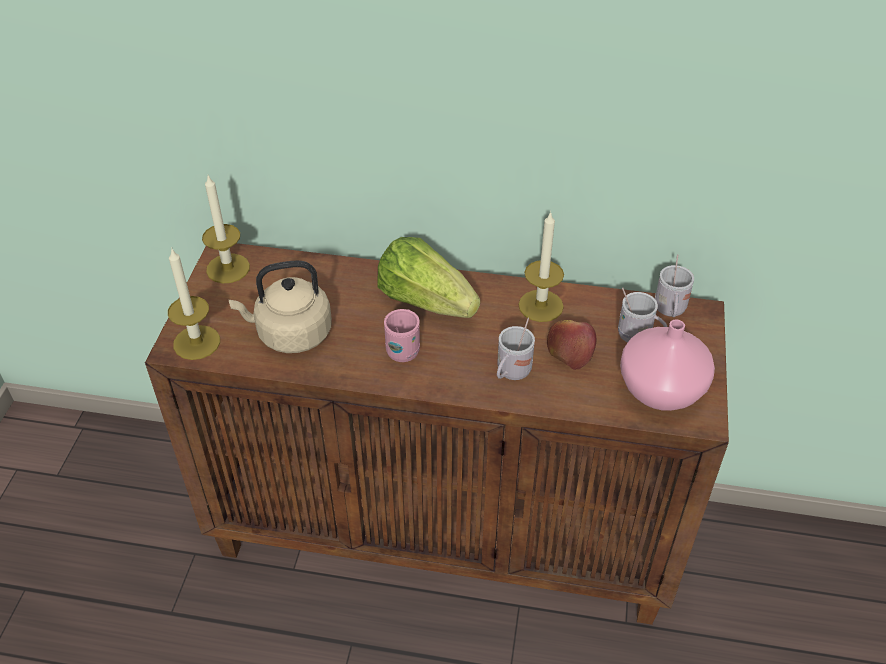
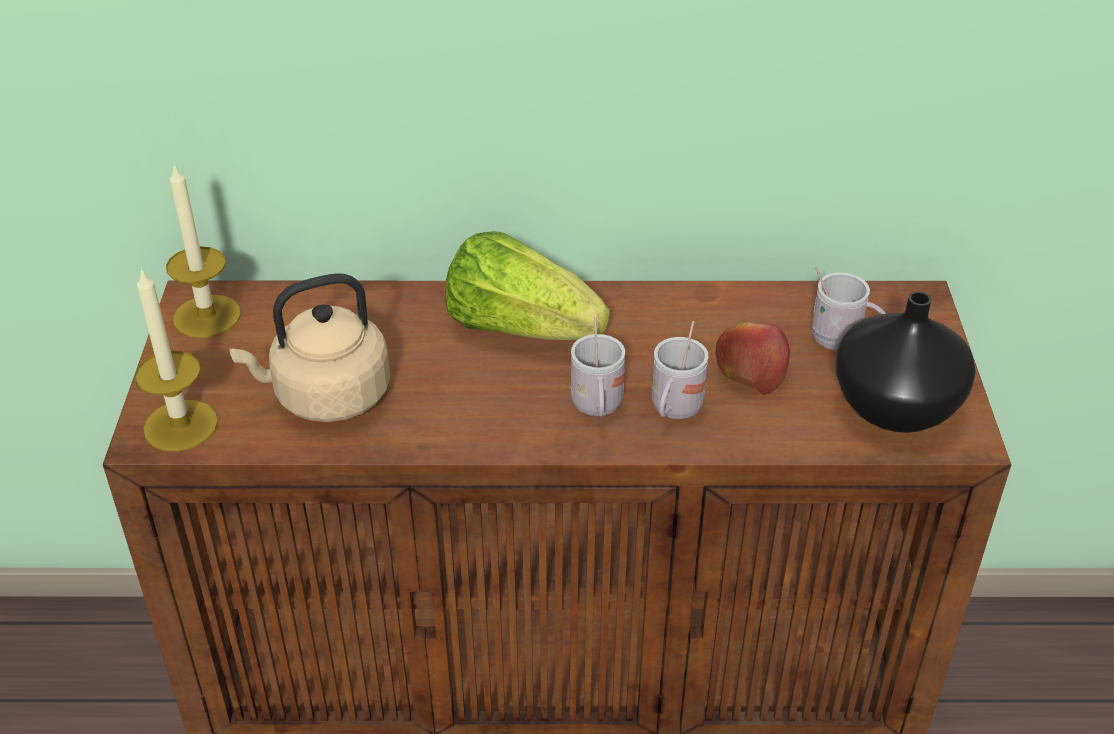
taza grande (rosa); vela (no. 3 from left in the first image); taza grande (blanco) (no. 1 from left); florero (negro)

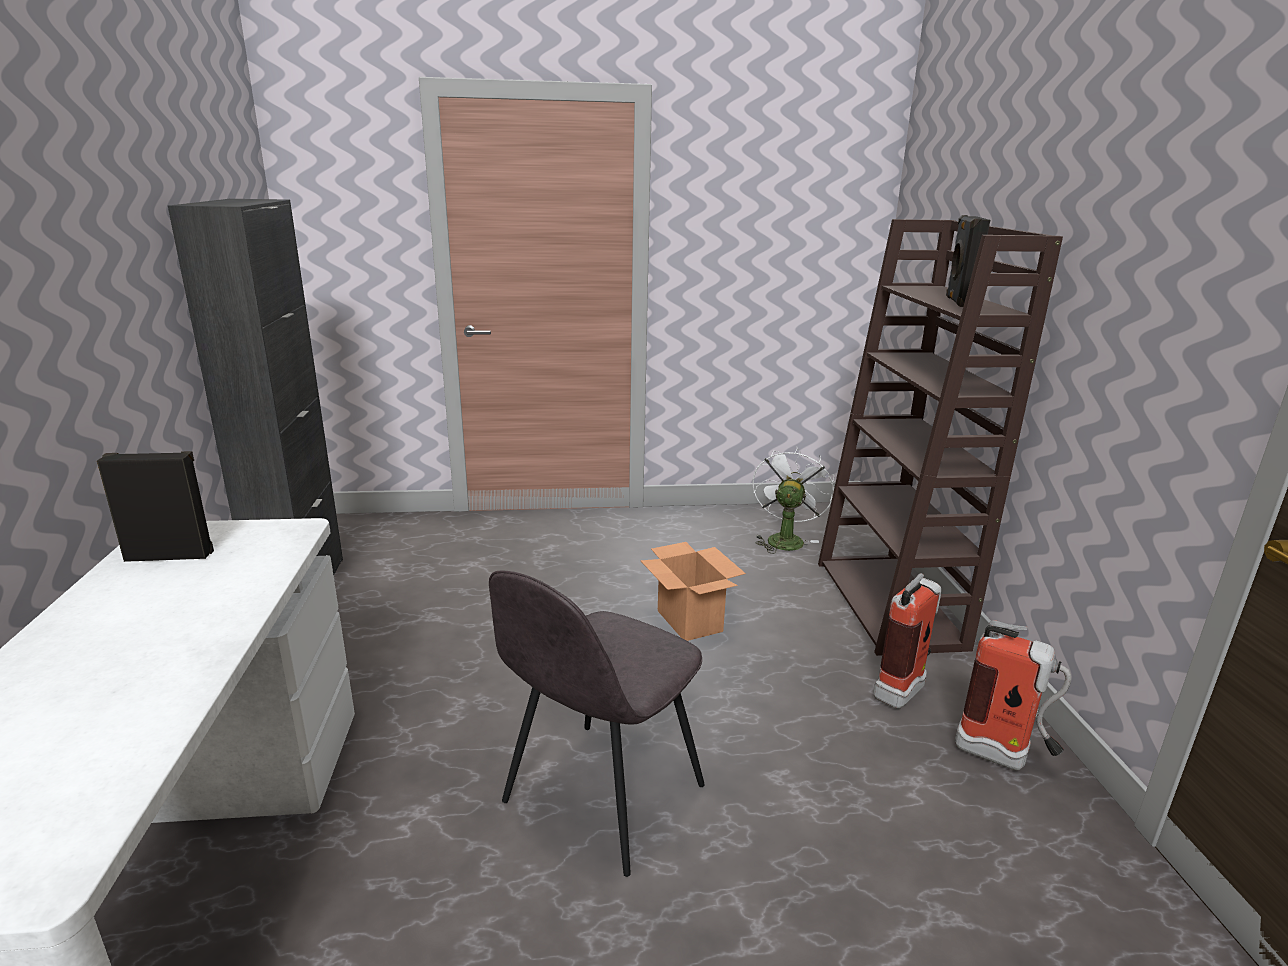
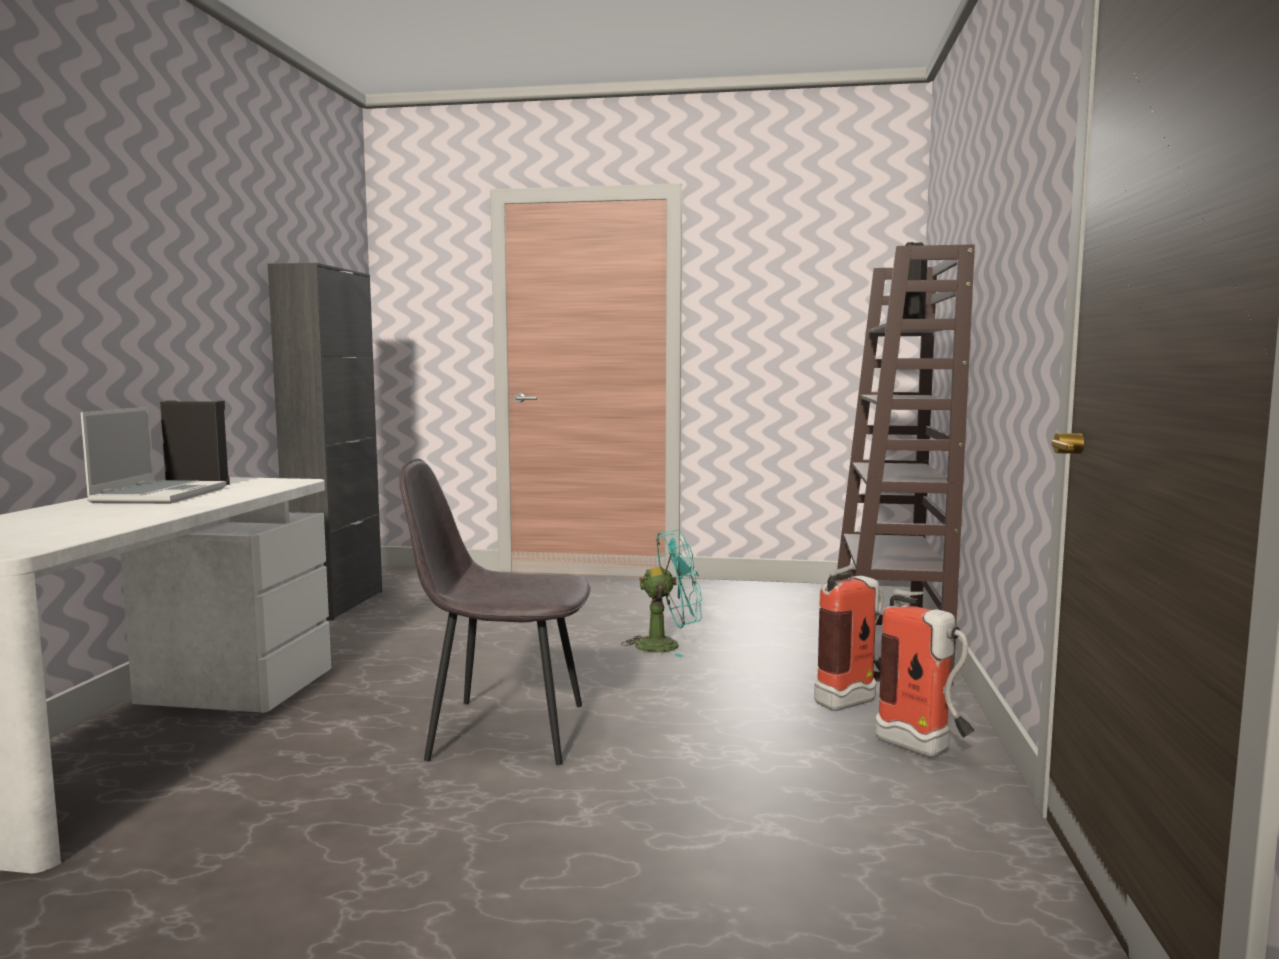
ventilador (blanco); portátil; ventilador (turquesa); silla (gris)

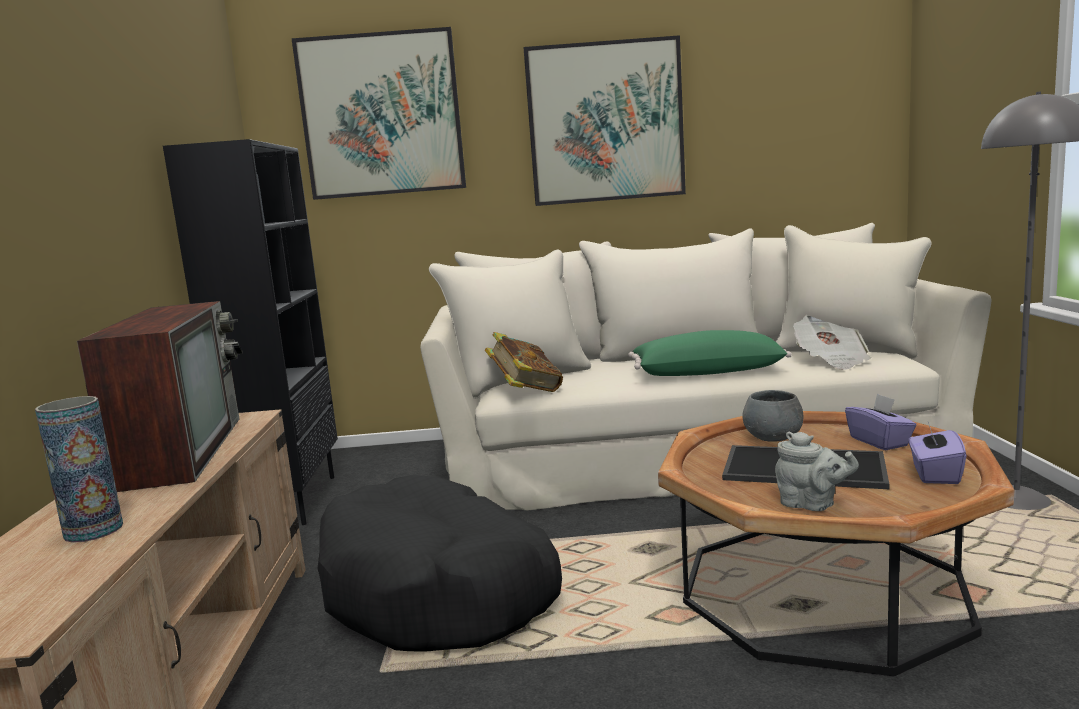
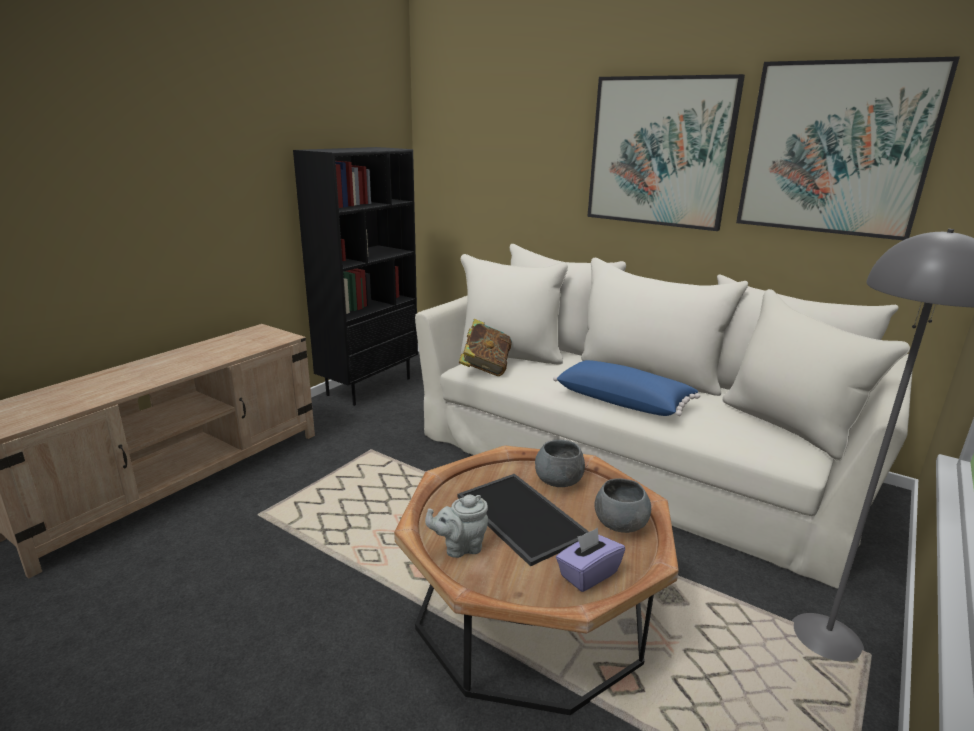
florero; televisor; cama para perro (negro); periódico; cuadro (no. 2 from left); cuenco (gris) (no. 2 from left); cojín (azul); tetera (gris)

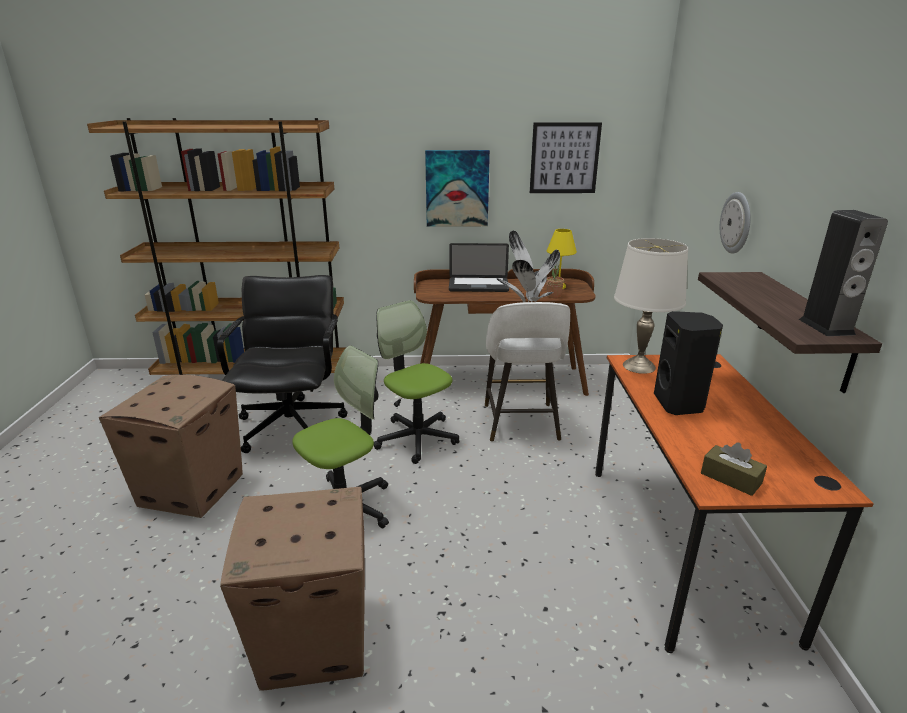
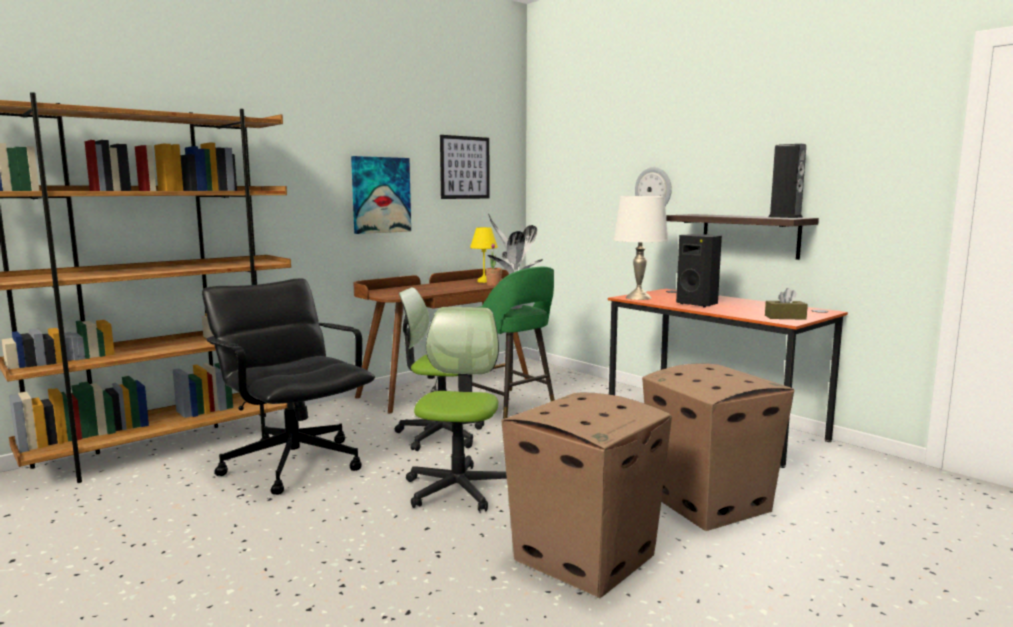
portátil; caja de cartón (no. 2 from left); taburete (verde)

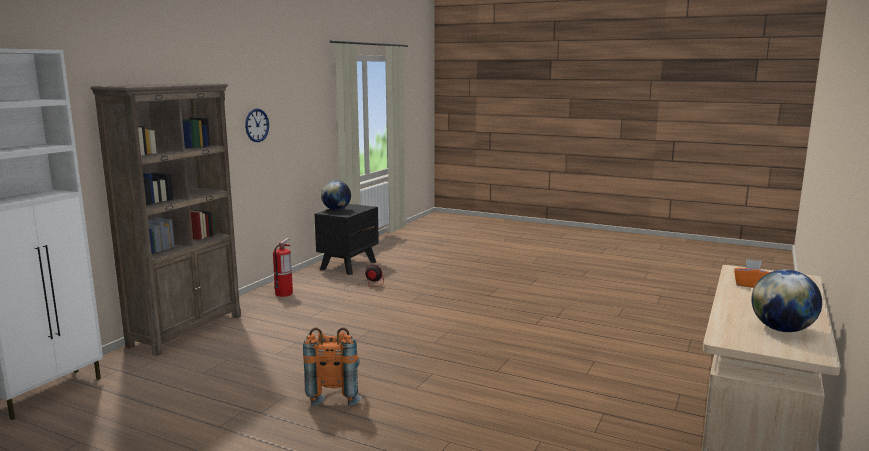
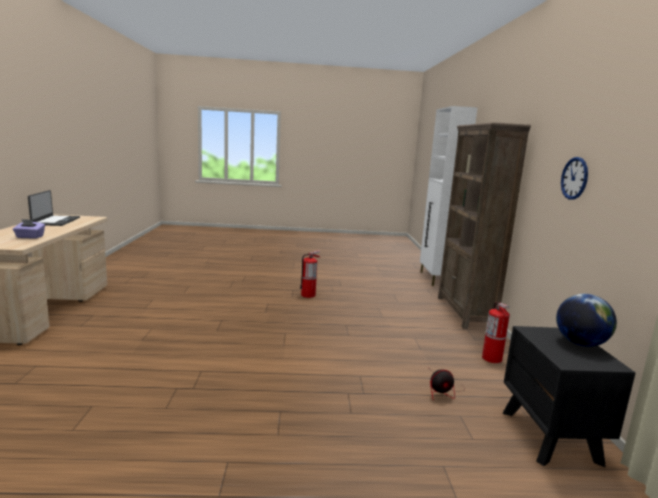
extintor (no. 1 from left); portátil; caja de pañuelos (morado)

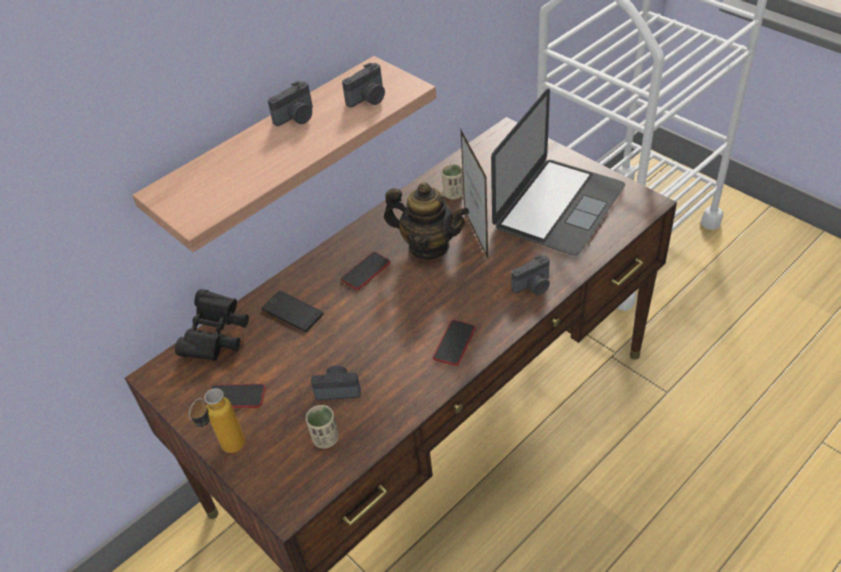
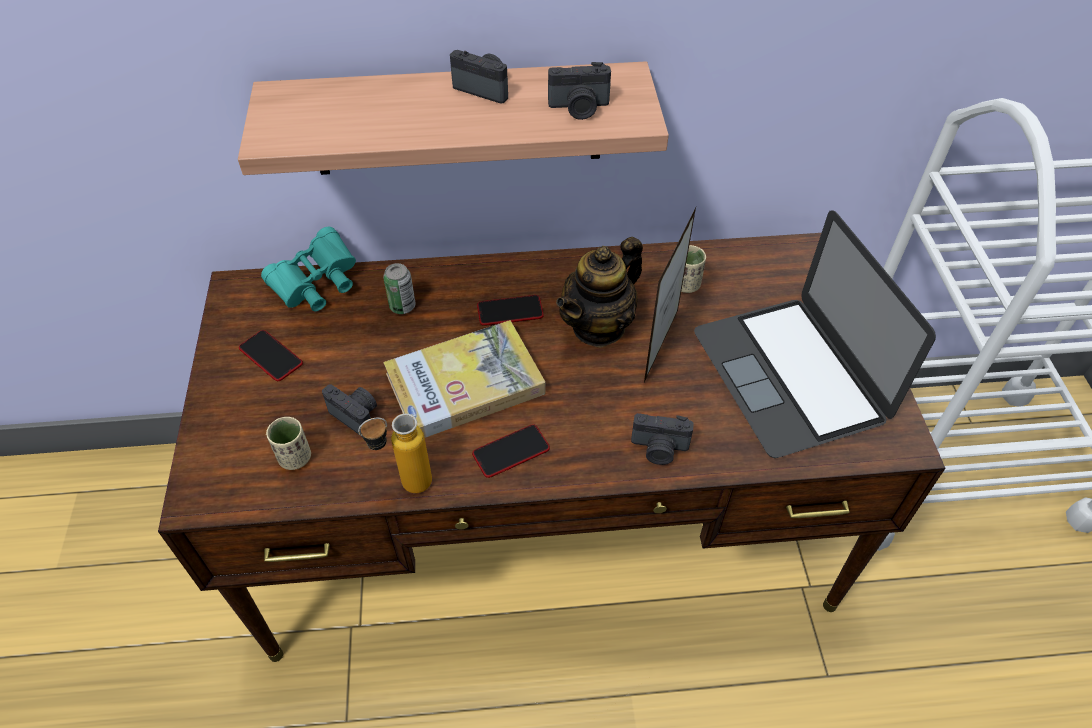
libro; botella; lata; prismáticos (turquesa); cámara (no. 2 from left); tetera; portátil

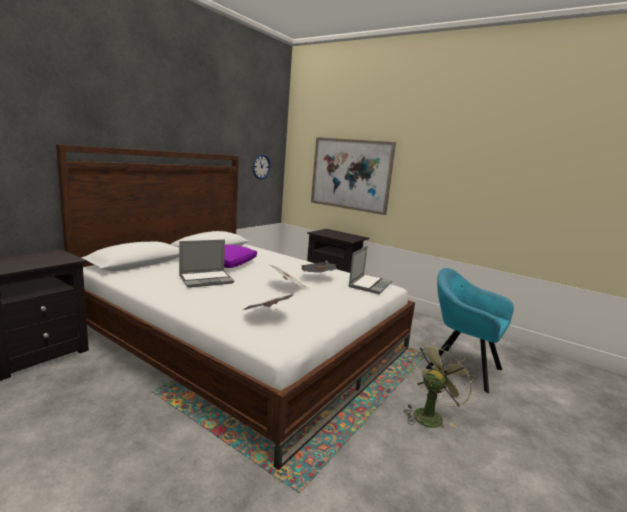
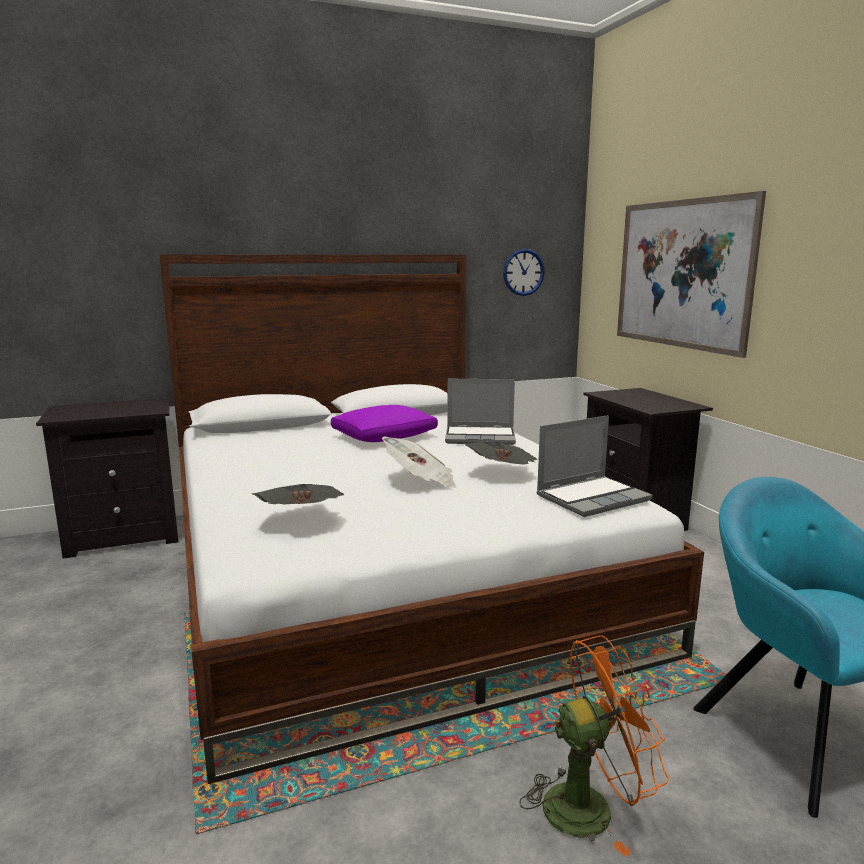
portátil (no. 1 from left); ventilador (naranja)

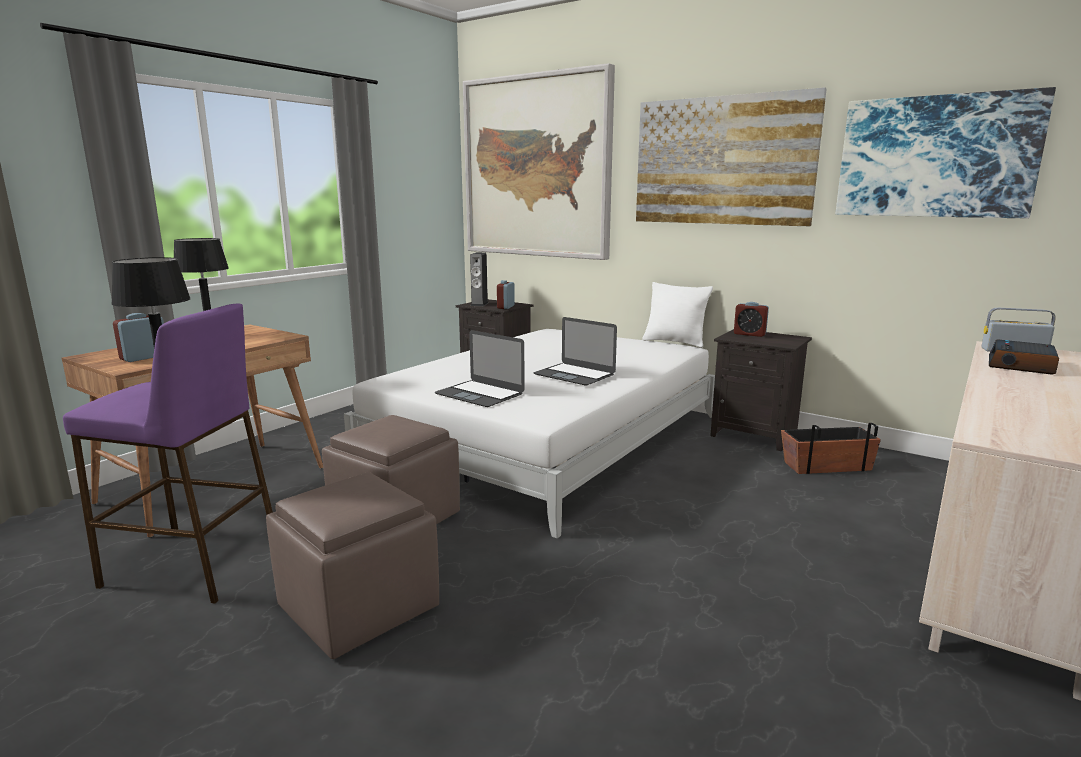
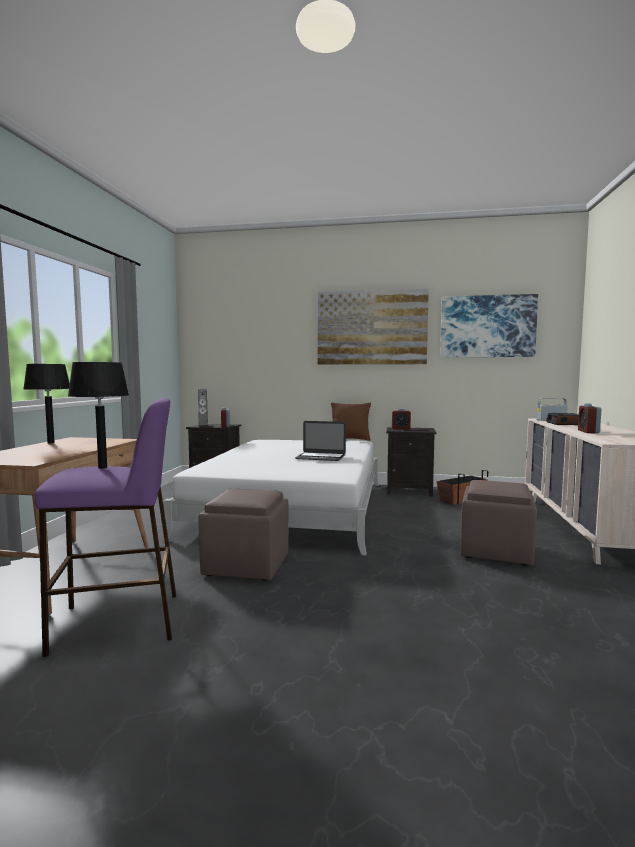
portátil (no. 1 from left in the first image); cuadro (no. 1 from left in the first image); despertador (no. 4 from left); puf (marrón) (no. 2 from left); cojín (marrón)

